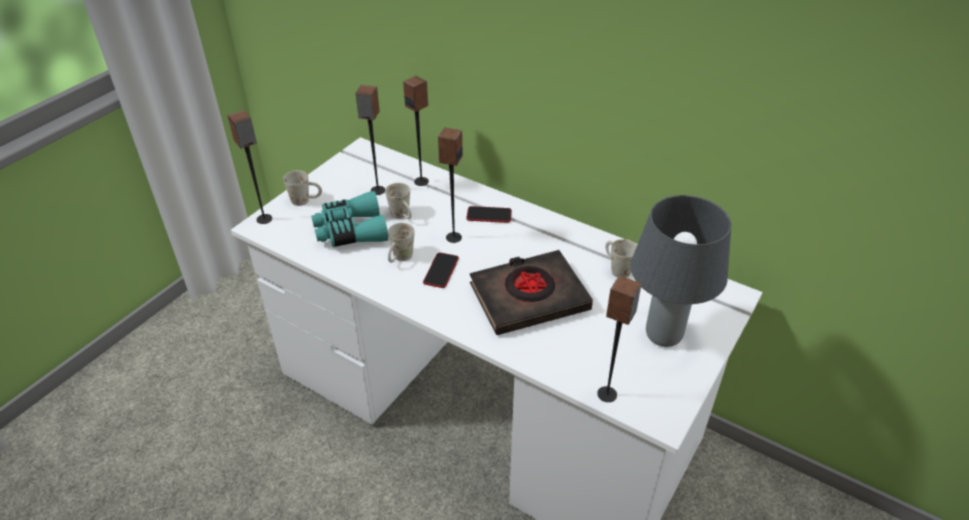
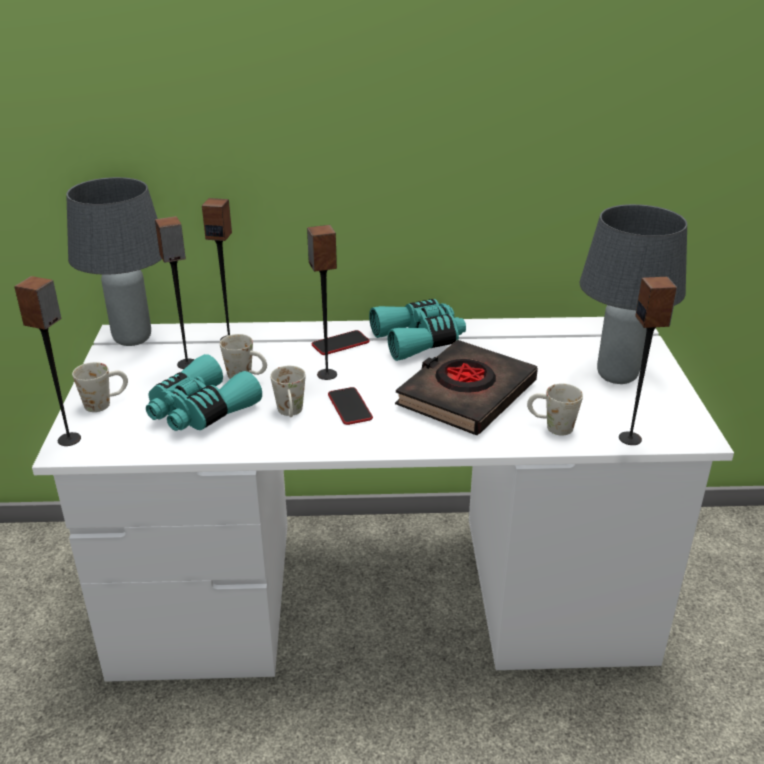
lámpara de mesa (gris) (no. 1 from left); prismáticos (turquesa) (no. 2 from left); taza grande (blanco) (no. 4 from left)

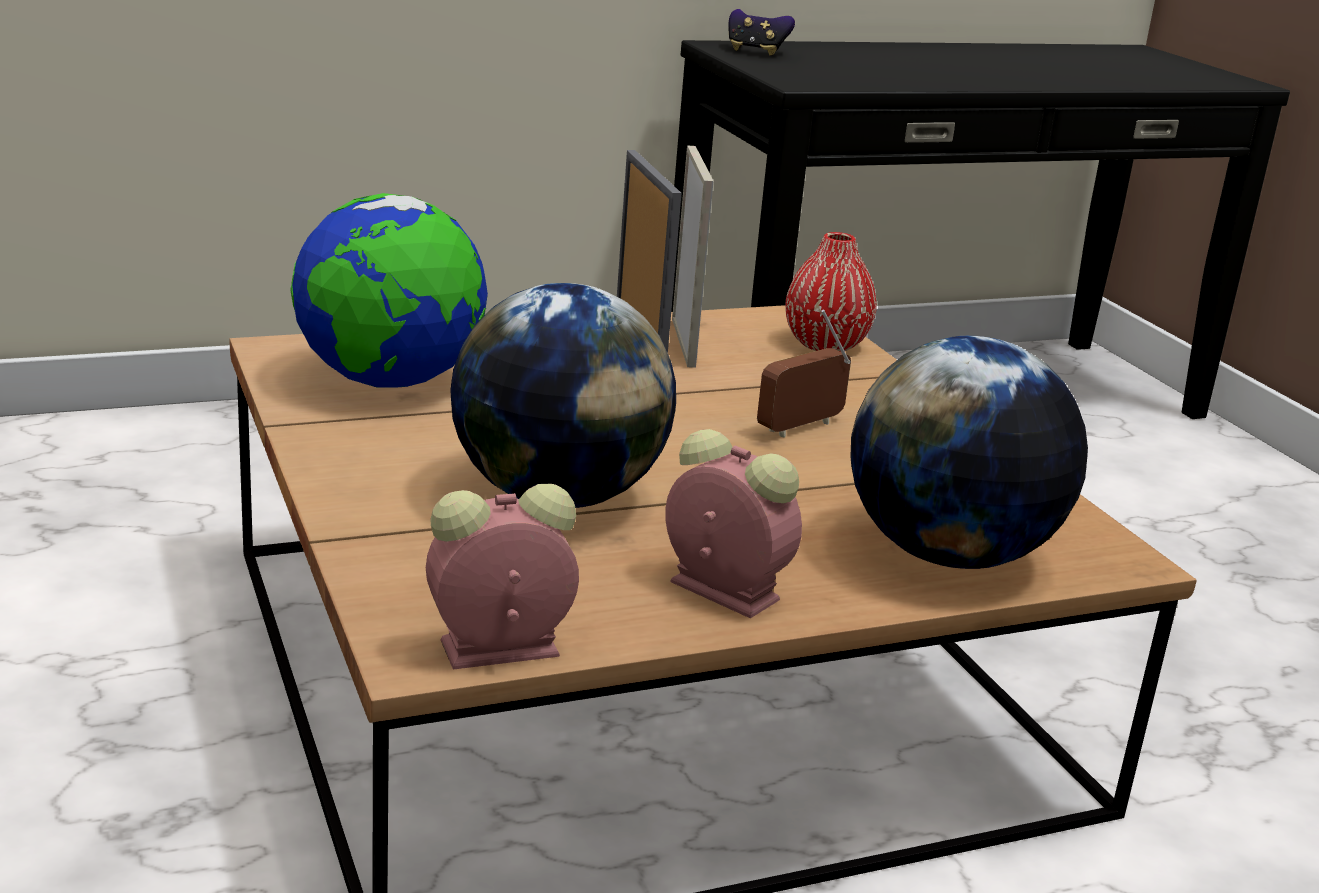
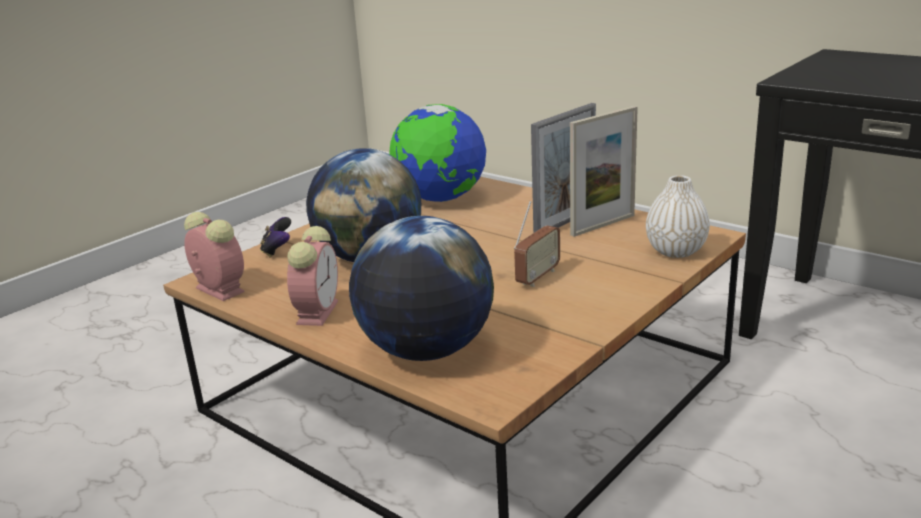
mando de consola; florero (blanco); radio

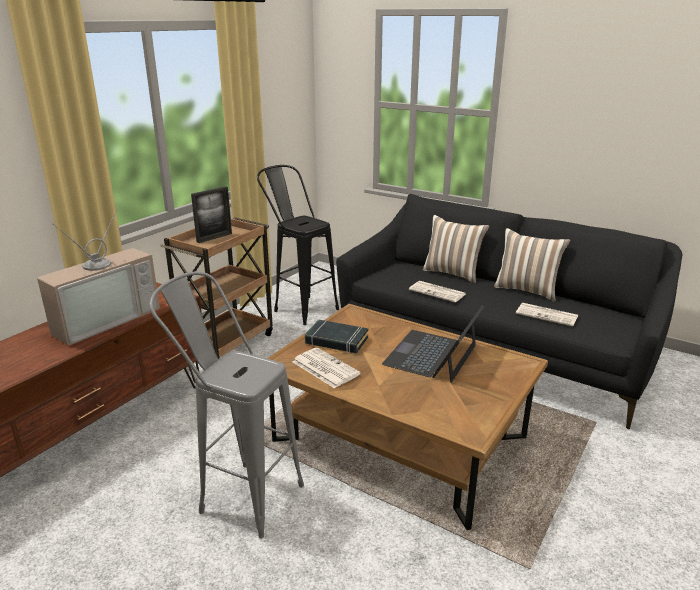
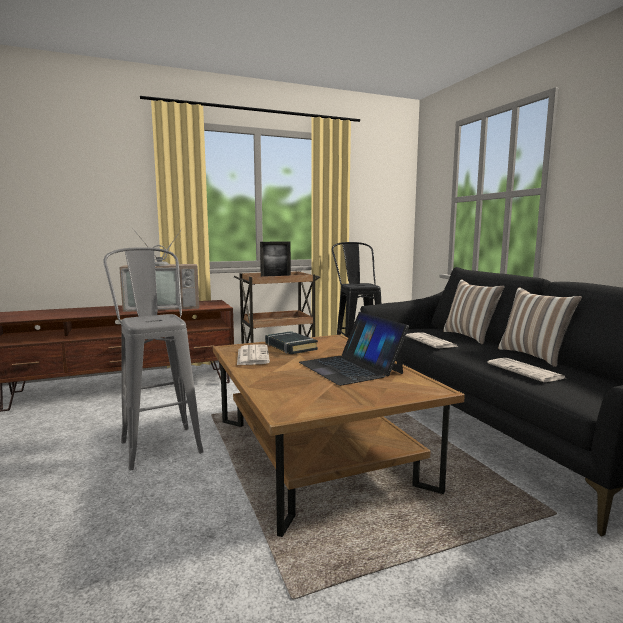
portátil

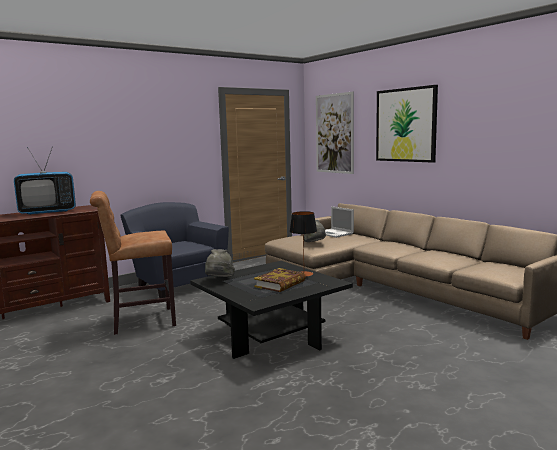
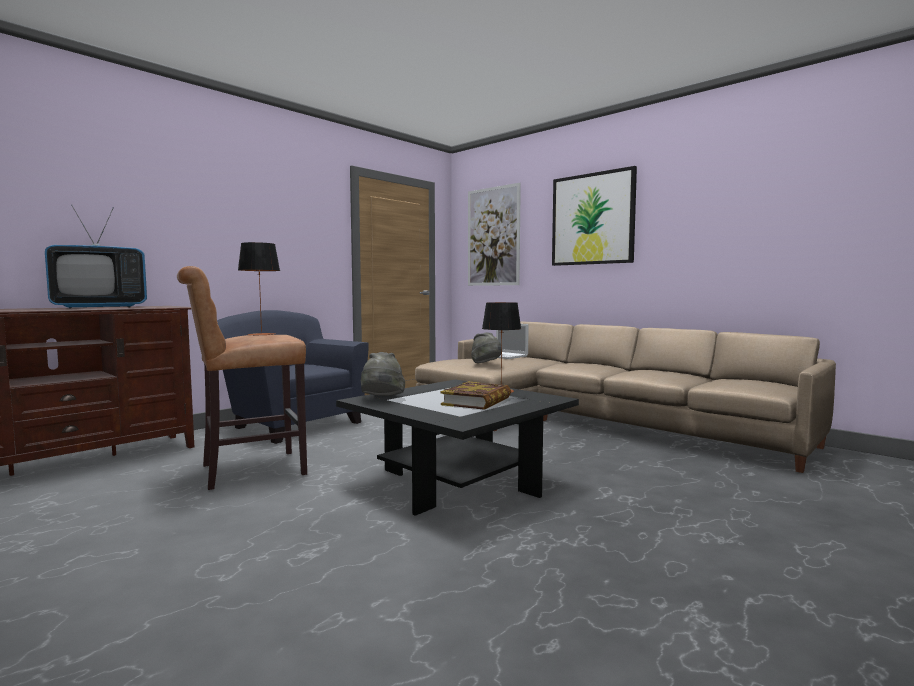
lámpara de mesa (no. 1 from left)

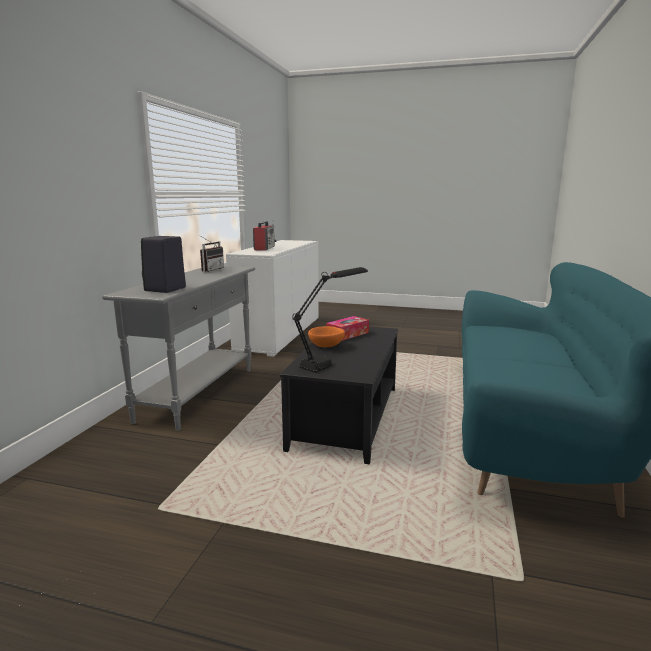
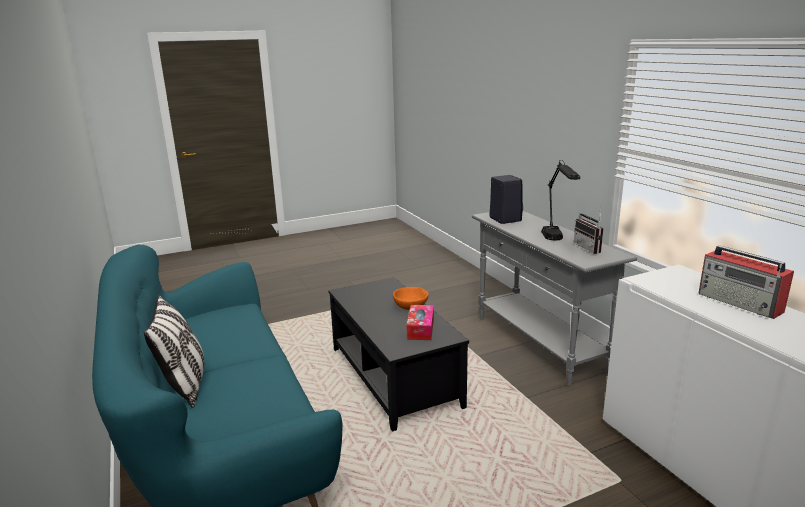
cojín; lámpara de mesa (negro)

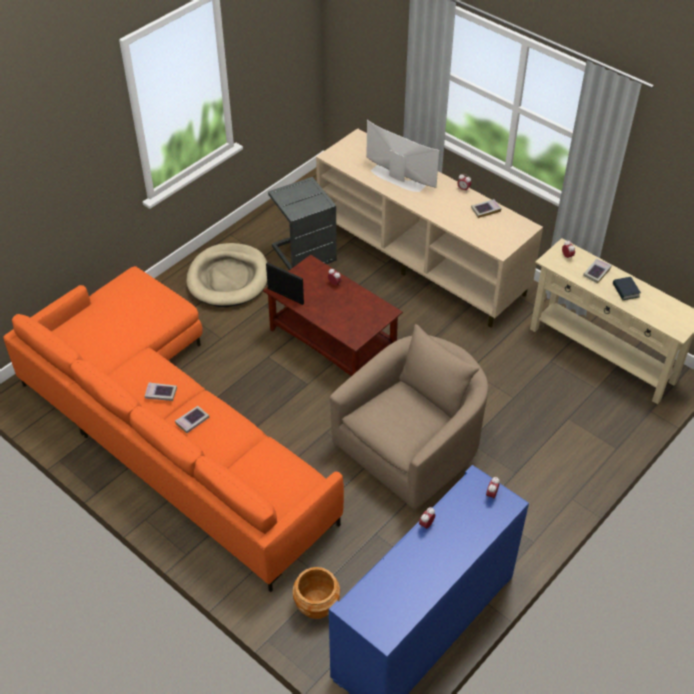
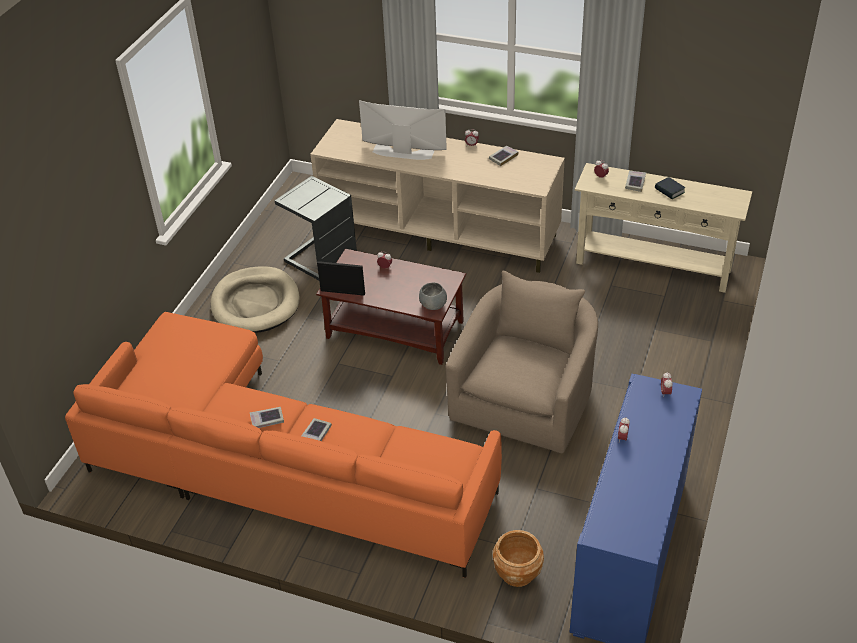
cuenco (gris)

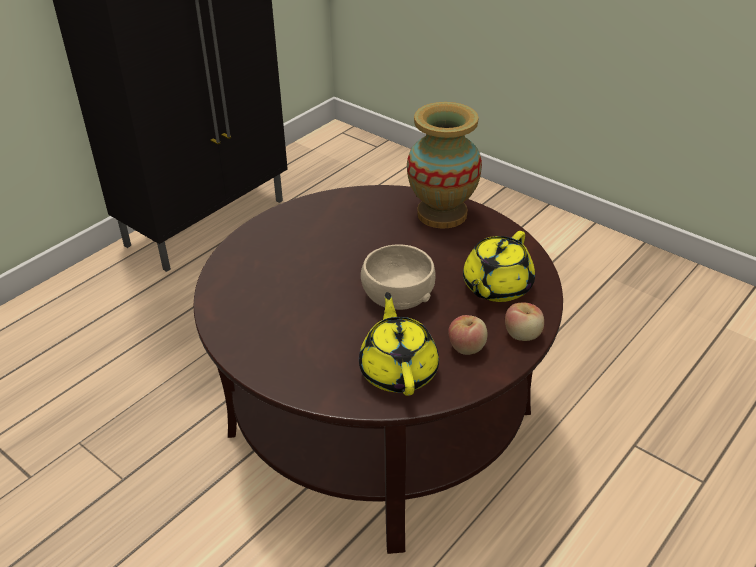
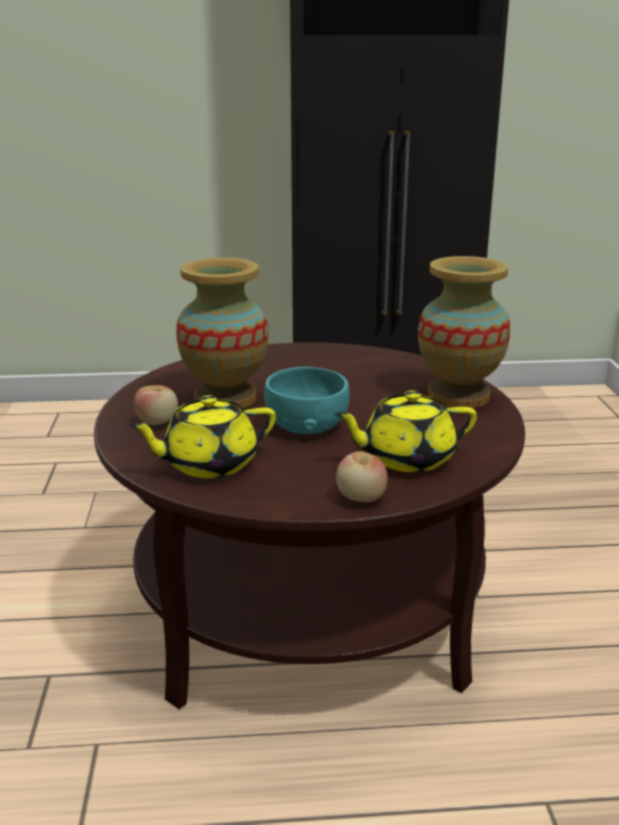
florero (no. 1 from left); manzana (no. 1 from left); cuenco (turquesa); tetera (amarillo) (no. 1 from left)

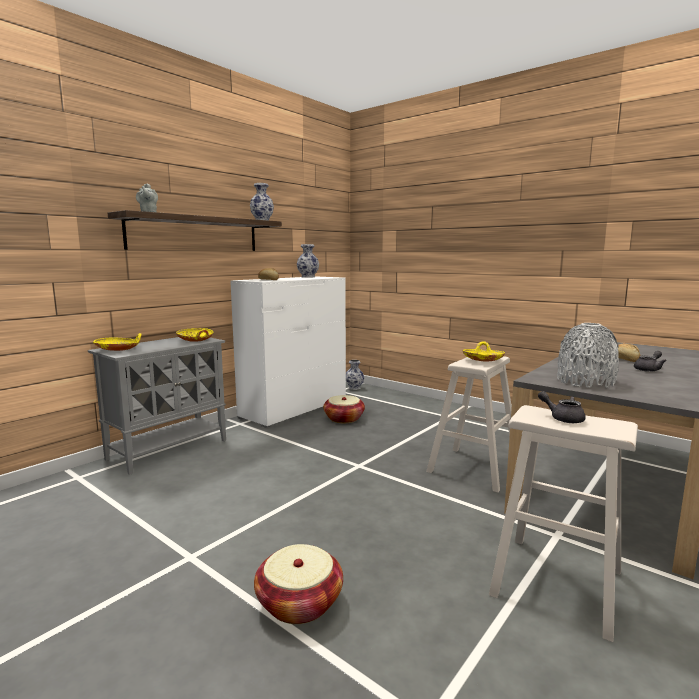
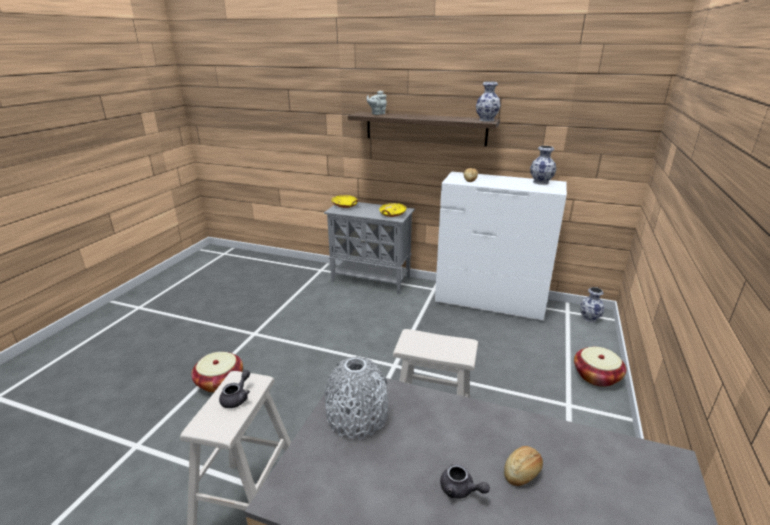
cuenco (amarillo) (no. 3 from left in the first image); cesta (no. 2 from left)

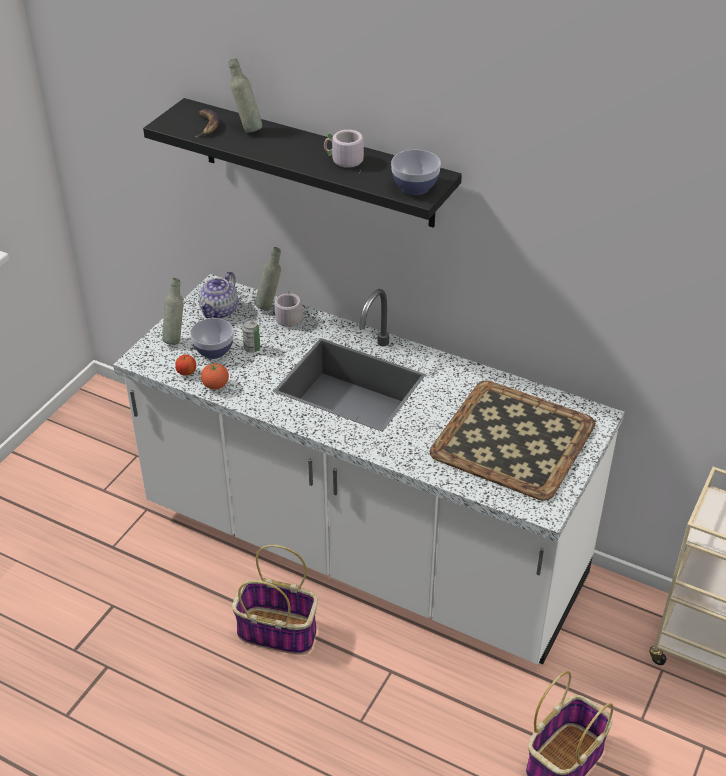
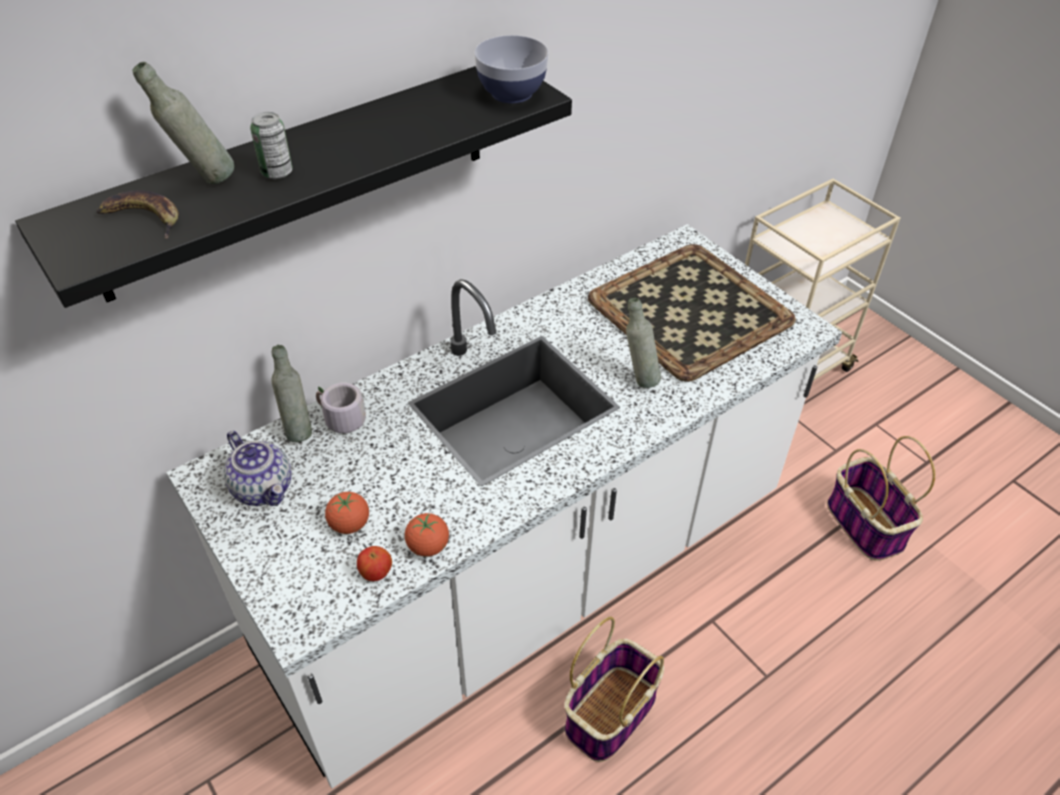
taza grande (gris) (no. 2 from left in the first image); botella (gris) (no. 3 from left); lata; tomate (no. 1 from left)

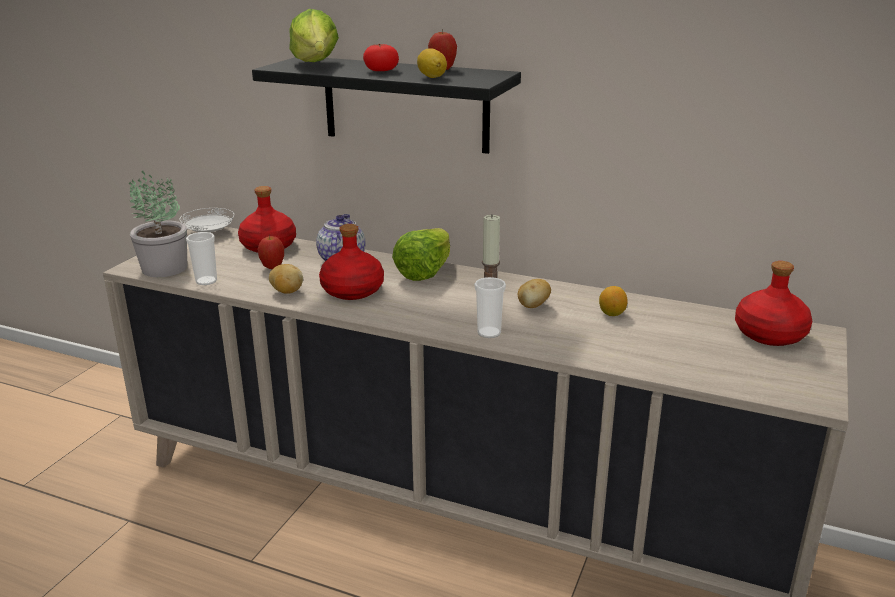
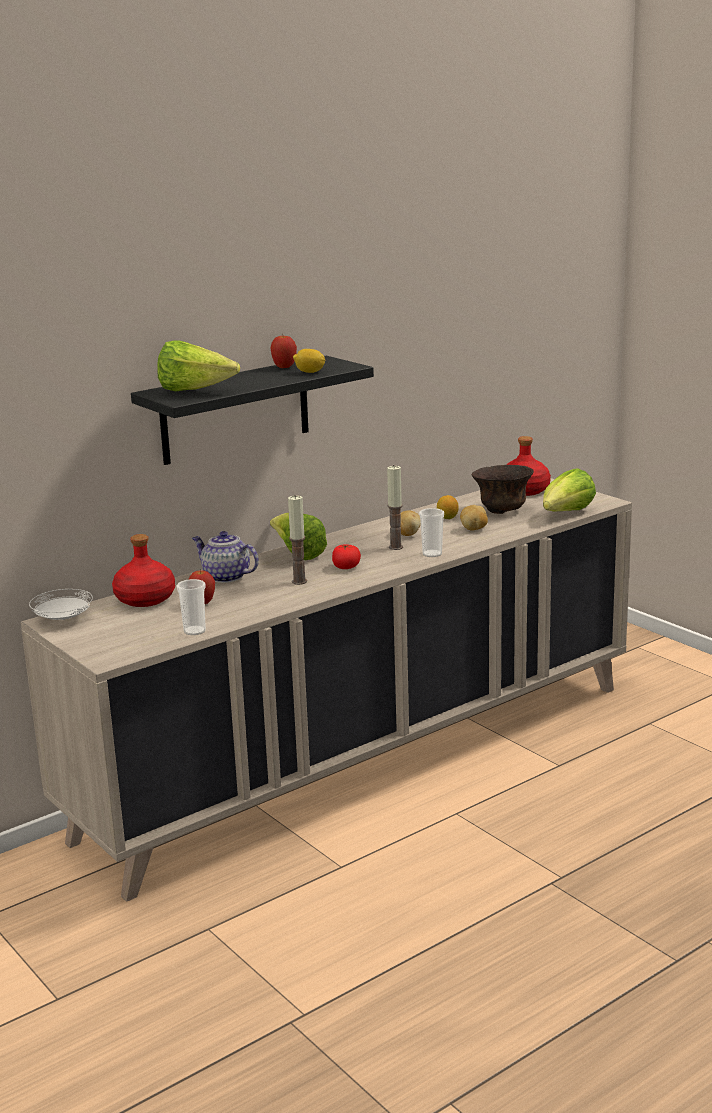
planta en maceta; cuenco (marrón); lechuga (no. 3 from left); patata (no. 2 from left); tomate; vela (no. 1 from left)

